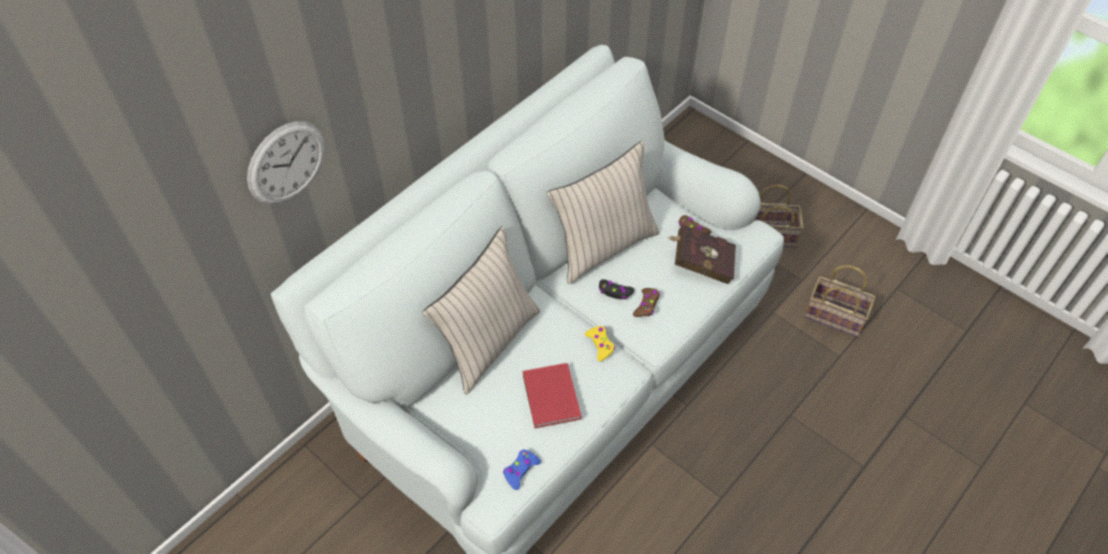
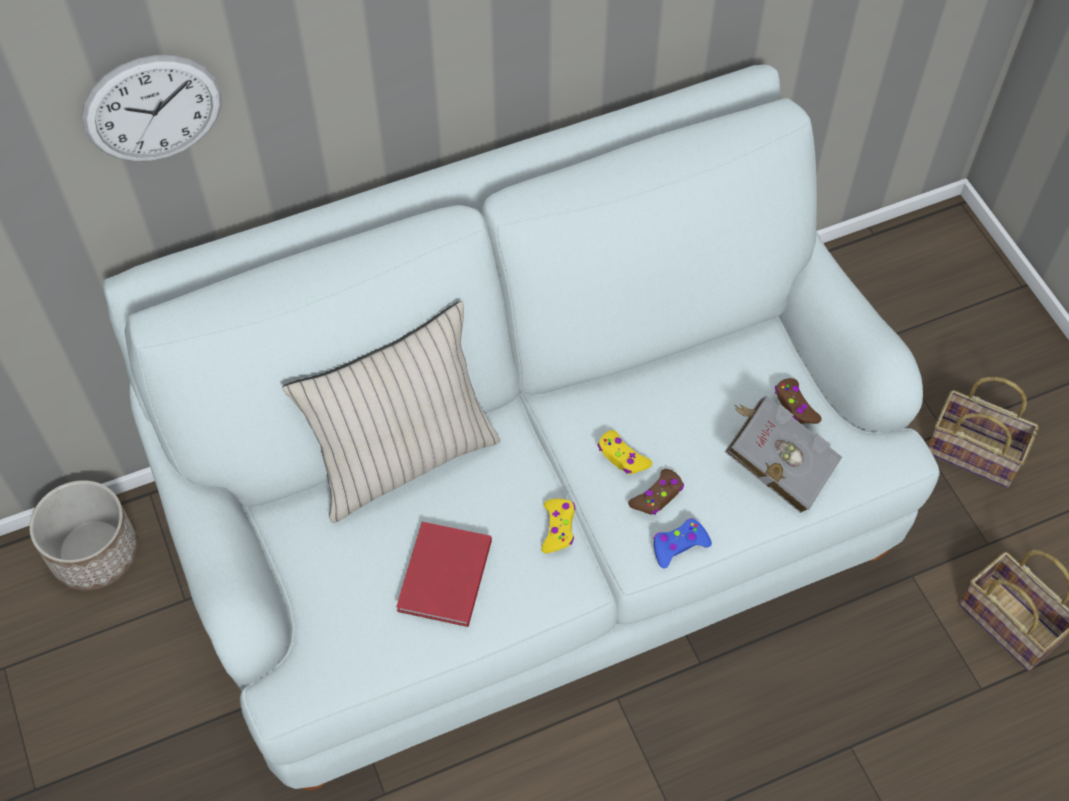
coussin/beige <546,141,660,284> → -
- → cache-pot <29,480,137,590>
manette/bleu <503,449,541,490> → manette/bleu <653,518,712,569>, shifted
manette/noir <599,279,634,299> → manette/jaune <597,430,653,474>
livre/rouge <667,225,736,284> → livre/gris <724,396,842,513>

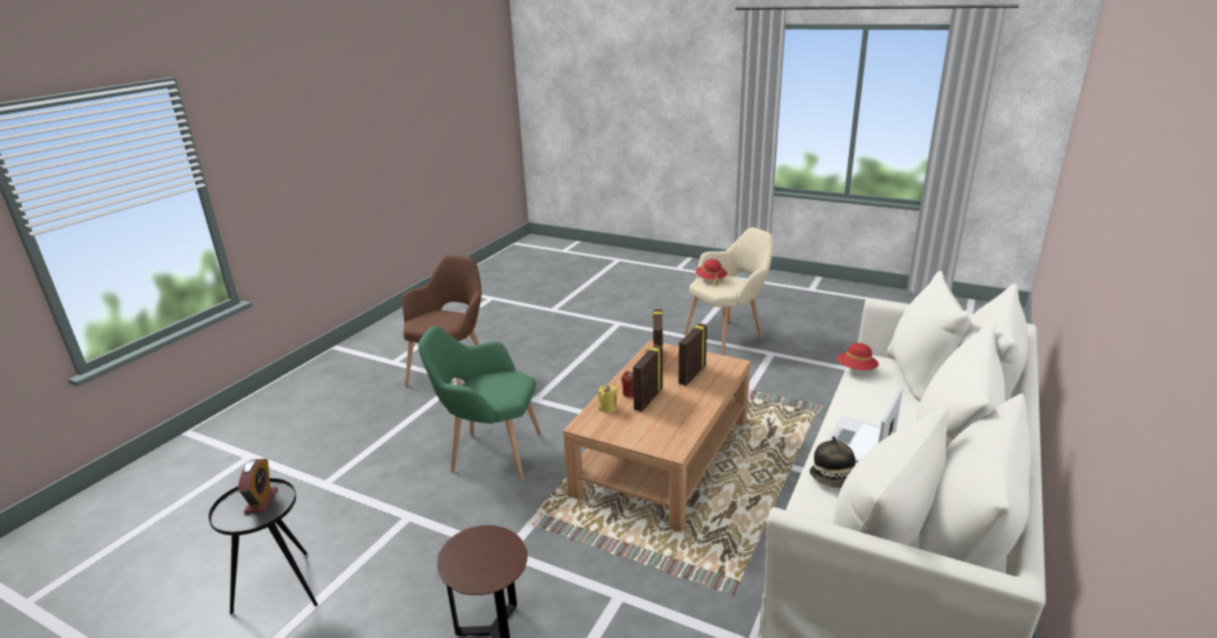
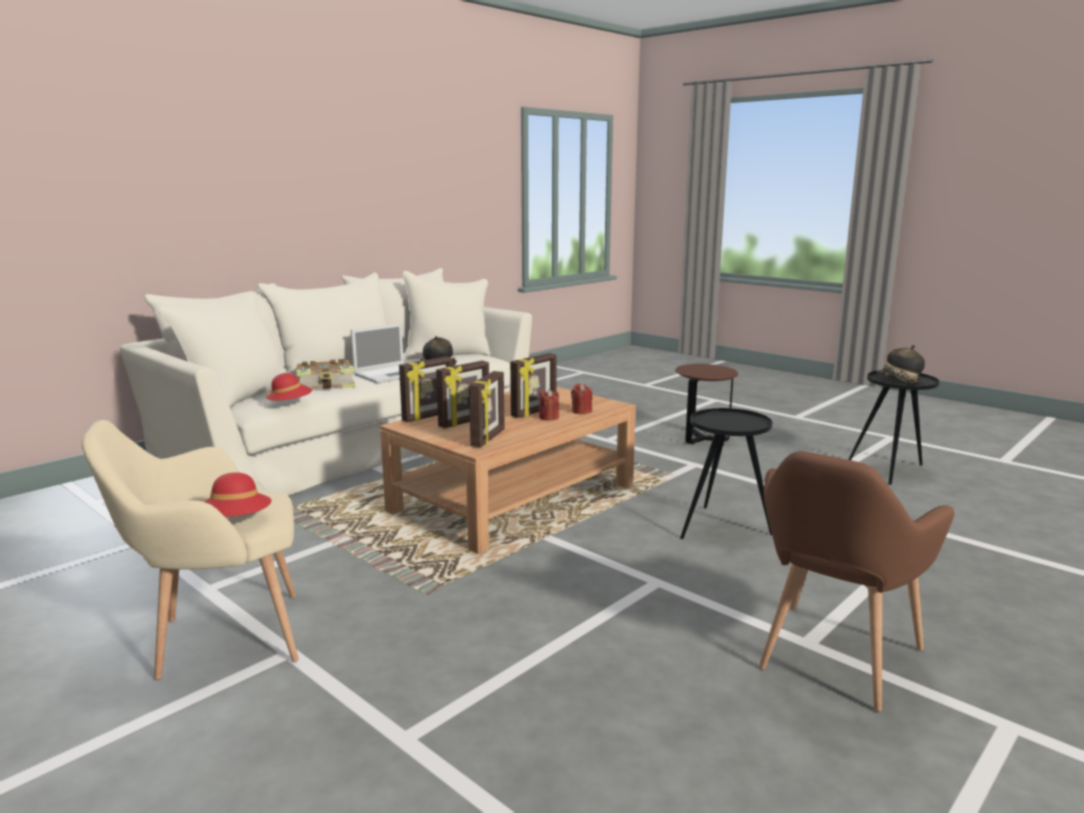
- → livre <296,359,355,391>
- → cadre photo <399,356,453,422>
réveil <238,459,278,513> → chapeau <876,345,925,384>
fauteuil/vert <418,326,541,480> → table d'appoint/noir <680,408,772,539>
bougie/jaune <598,385,617,413> → bougie/rouge <571,384,592,414>

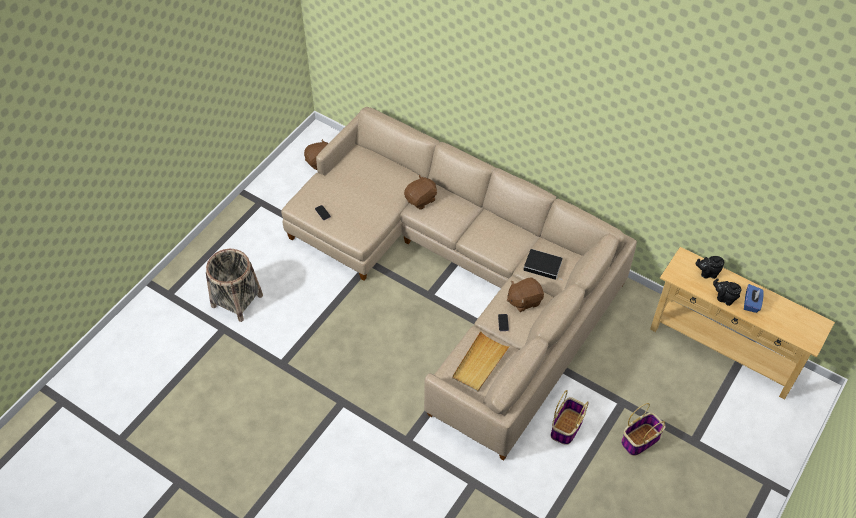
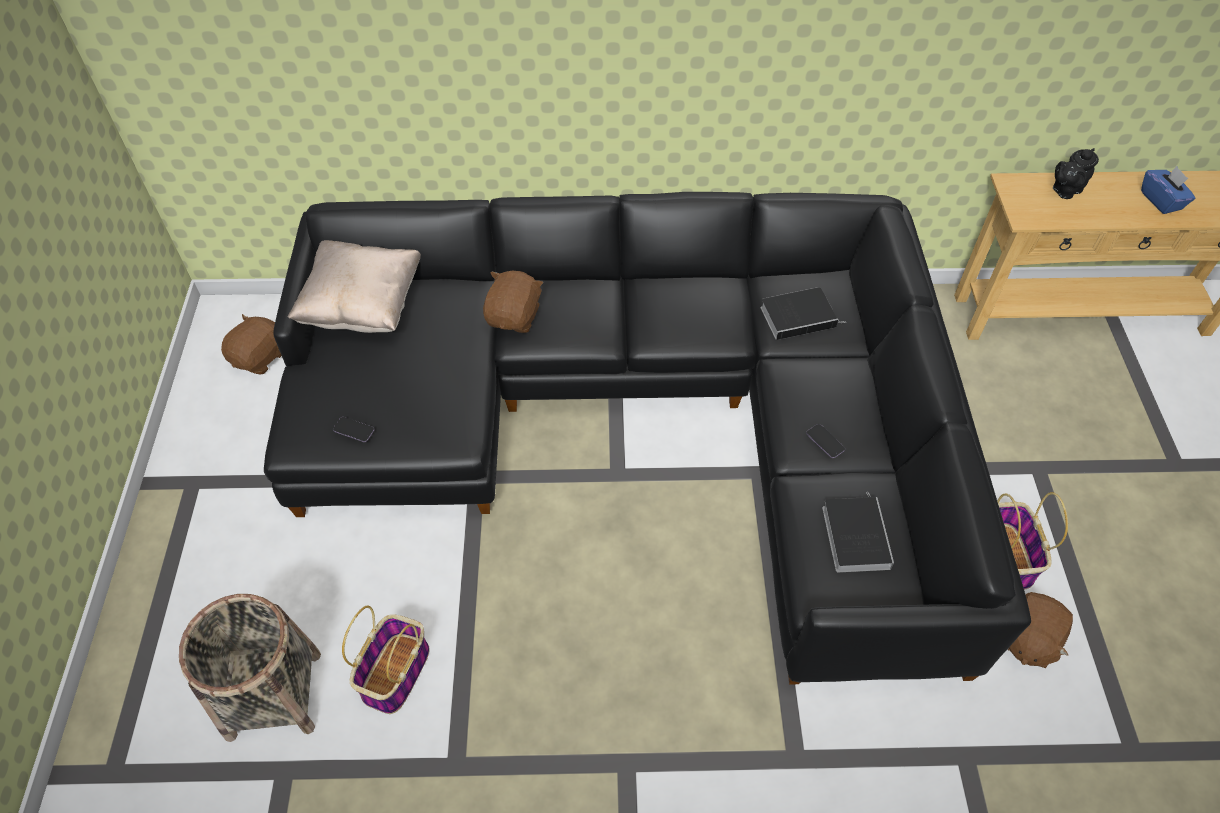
théière/noir <713,278,741,306> → -
- → coussin/beige <288,240,421,333>
peluche/marron <507,277,544,312> → peluche/marron <1008,592,1073,668>, shifted
panier <621,403,665,456> → panier <342,606,430,714>, shifted
plateau/beige <452,331,510,392> → livre <822,491,894,572>
canapé/beige <281,107,637,461> → canapé/noir <264,192,1031,684>

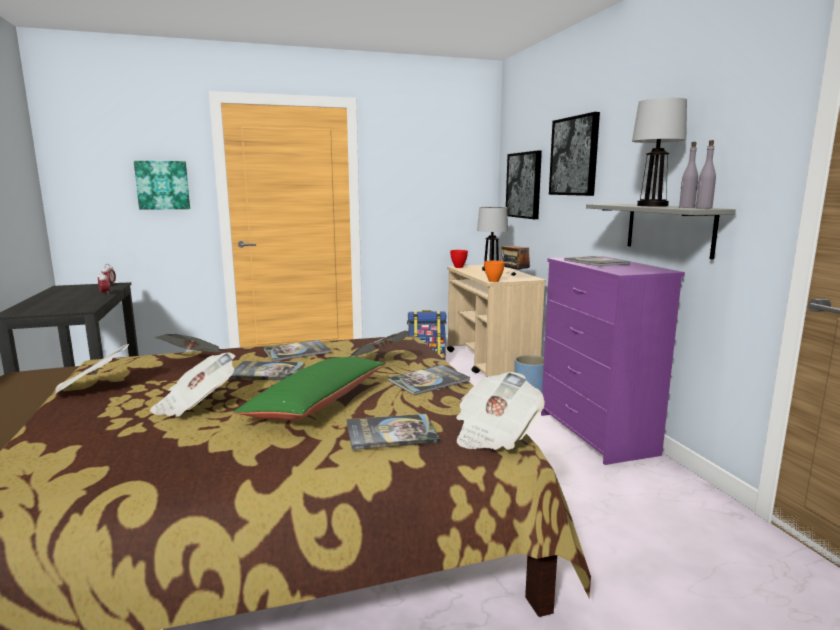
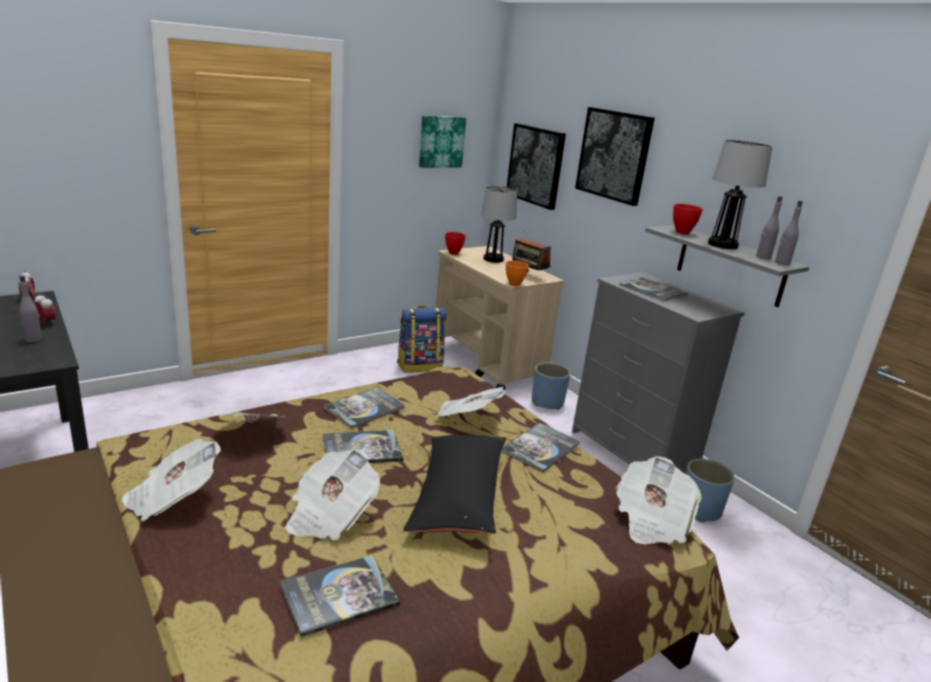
- → bouteille/gris <19,276,42,342>
- → bol/rouge <673,204,703,234>
- → cache-pot/bleu <686,459,735,522>
tableau <134,161,190,210> → tableau <419,116,466,168>, shifted
livre <347,414,440,450> → livre <280,555,400,637>, shifted
coussin/vert <233,357,386,420> → coussin/noir <403,435,507,534>
commode/violet <541,256,685,465> → commode/gris <572,272,745,474>

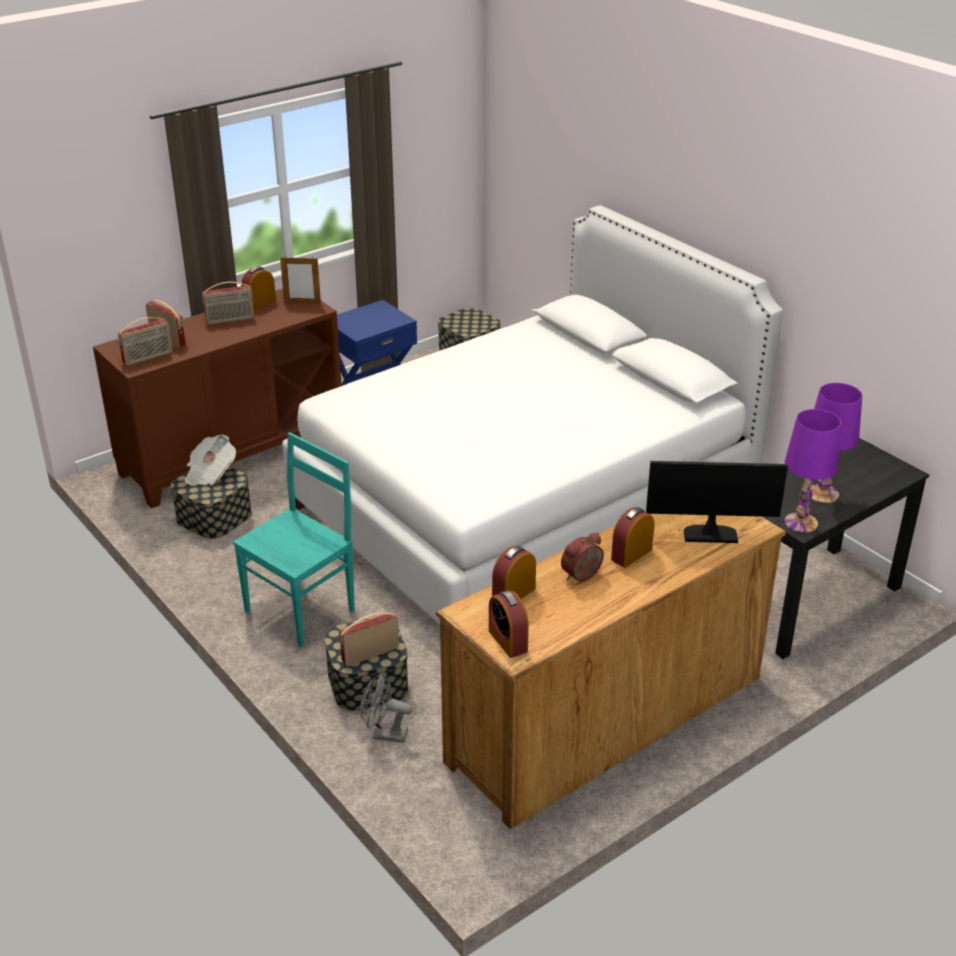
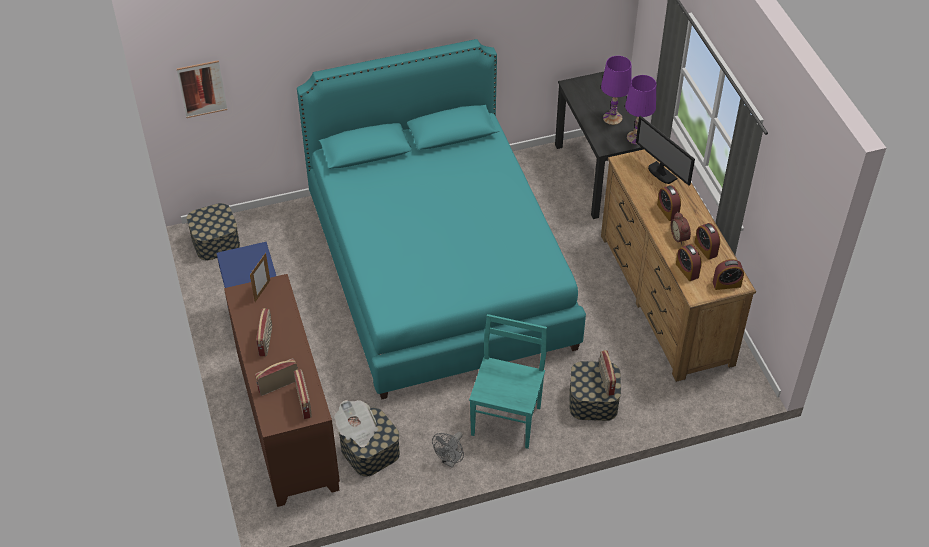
- → tableau <177,60,227,118>
réveil <241,266,276,310> → réveil <694,223,720,260>, shifted
ventilateur/gris <360,673,413,743> → ventilateur/gris <432,432,464,468>, shifted
lit/blanc <282,205,783,624> → lit/turquoise <297,39,586,400>
chaise/turquoise <233,432,355,647> → chaise/turquoise <469,314,547,449>, 45 degrees clockwise
écran d'ordinateur <646,461,788,543> → écran d'ordinateur <636,116,695,186>, 60 degrees counterclockwise

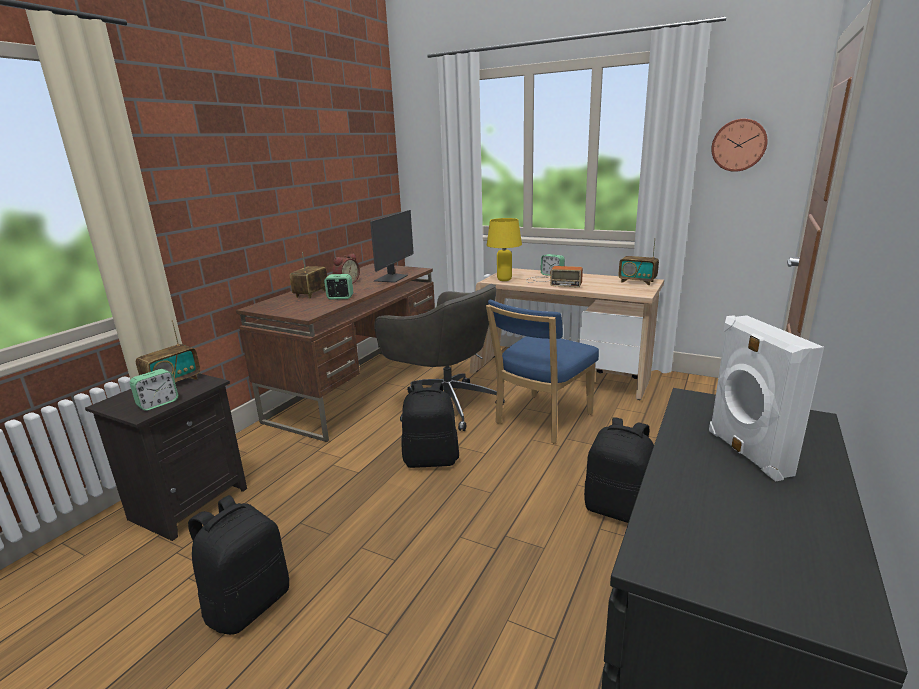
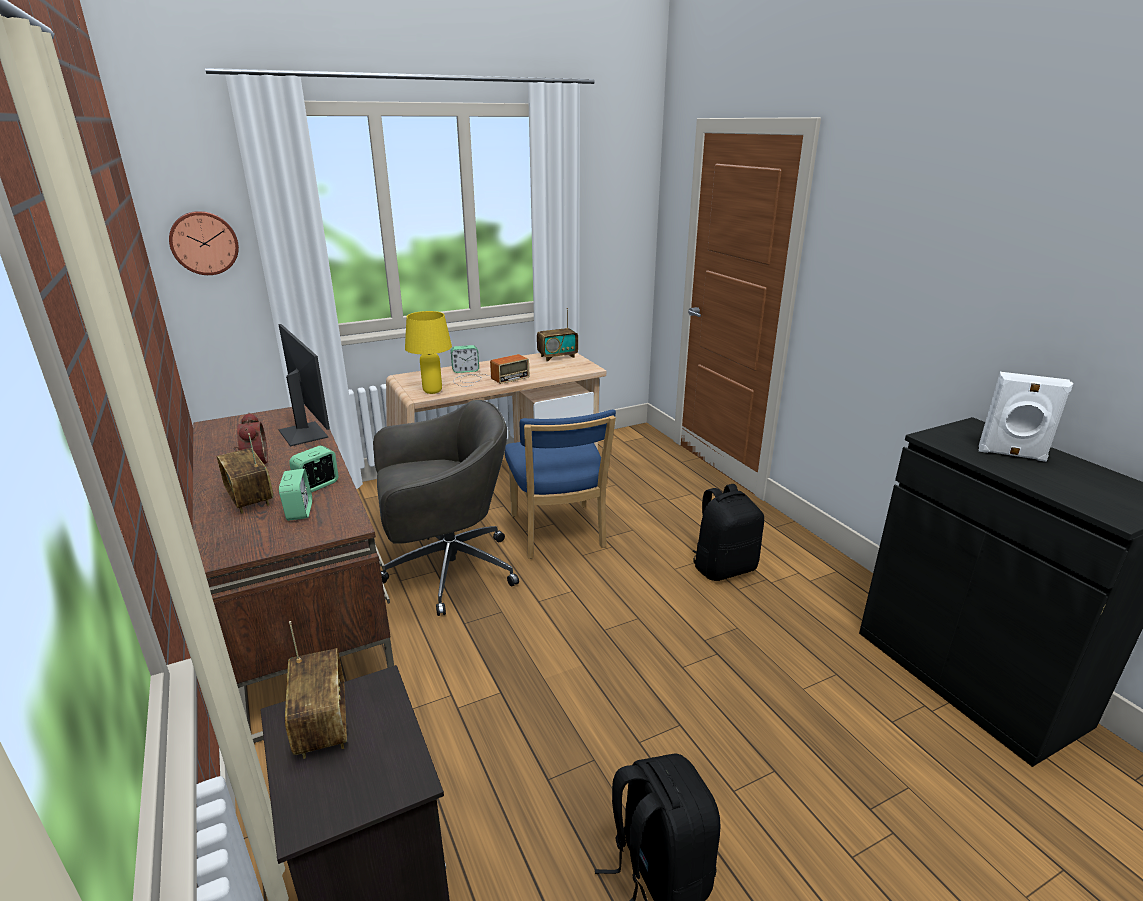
sac à dos/noir <401,383,459,468> → -
réveil <130,369,178,411> → réveil <279,469,312,521>, shifted
horloge murale <711,119,767,172> → horloge murale <169,211,239,275>, shifted

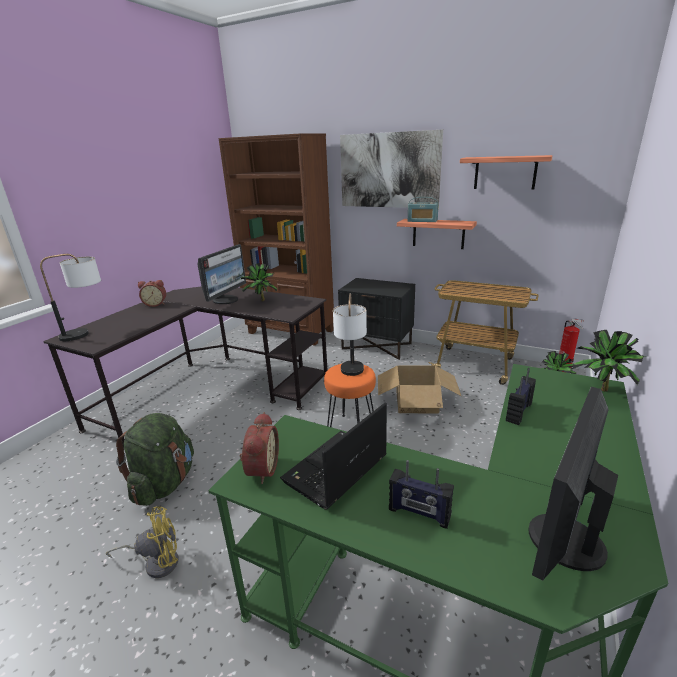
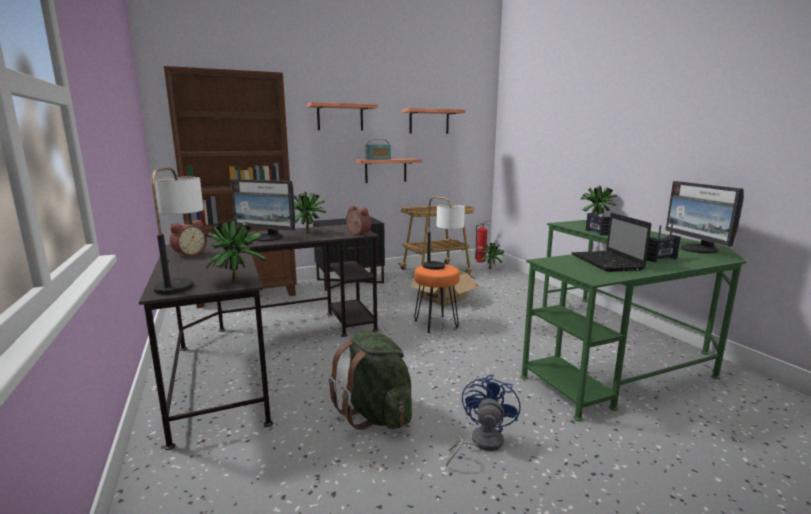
- → plante en pot <204,219,266,282>
réveil <240,412,279,484> → réveil <346,205,371,235>, shifted
tableau <340,130,443,208> → étagère <307,102,378,131>
ventilateur/jaune <106,506,179,578> → ventilateur/bleu <446,374,521,467>
écran d'ordinateur <198,244,246,304> → écran d'ordinateur <231,179,295,241>, 135 degrees clockwise

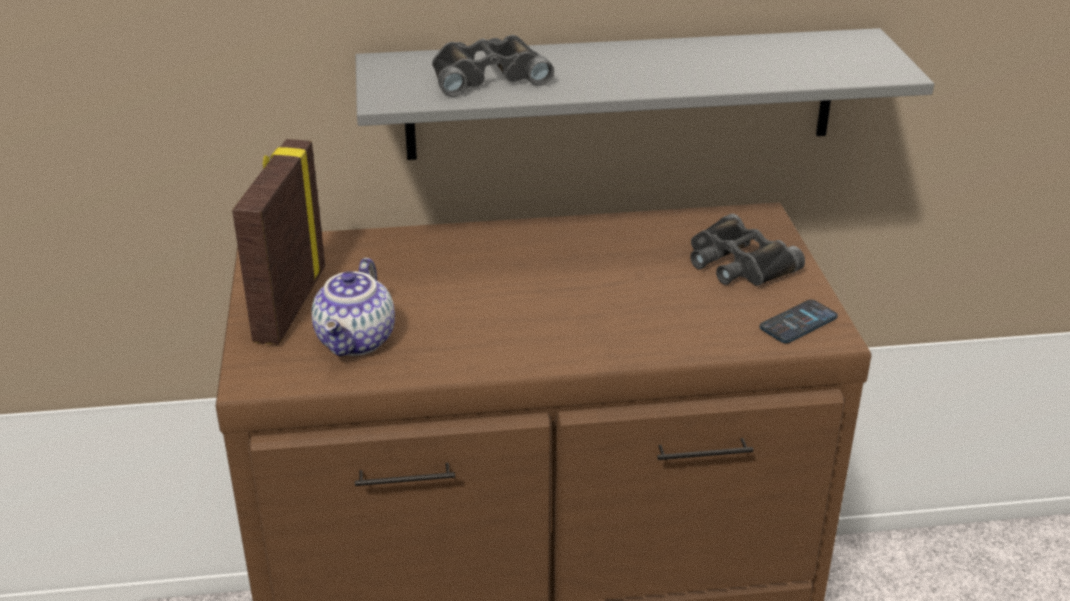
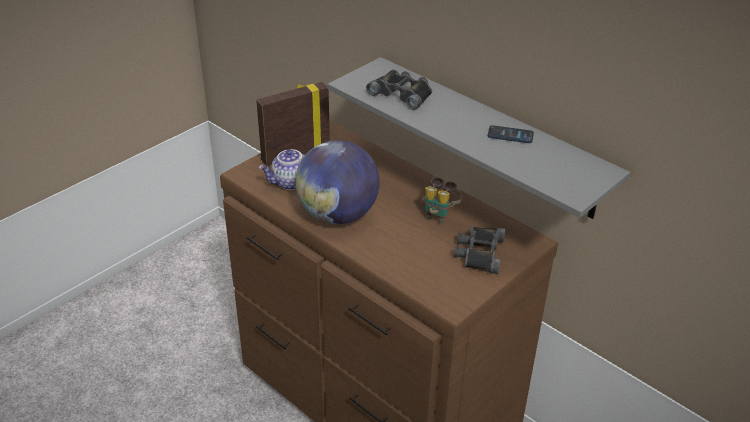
- → globe <295,140,380,224>
- → jumelles <424,177,462,224>
téléphone <760,300,838,343> → téléphone <488,125,534,143>, shifted

